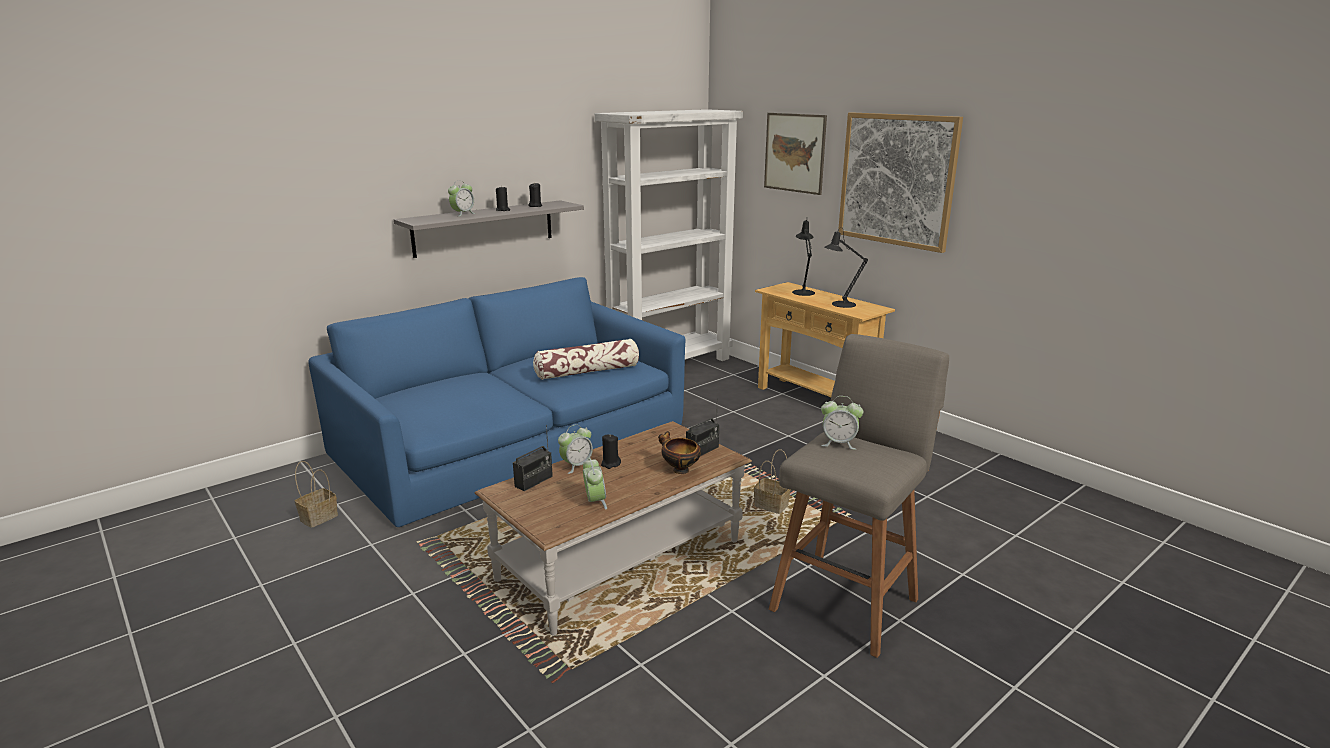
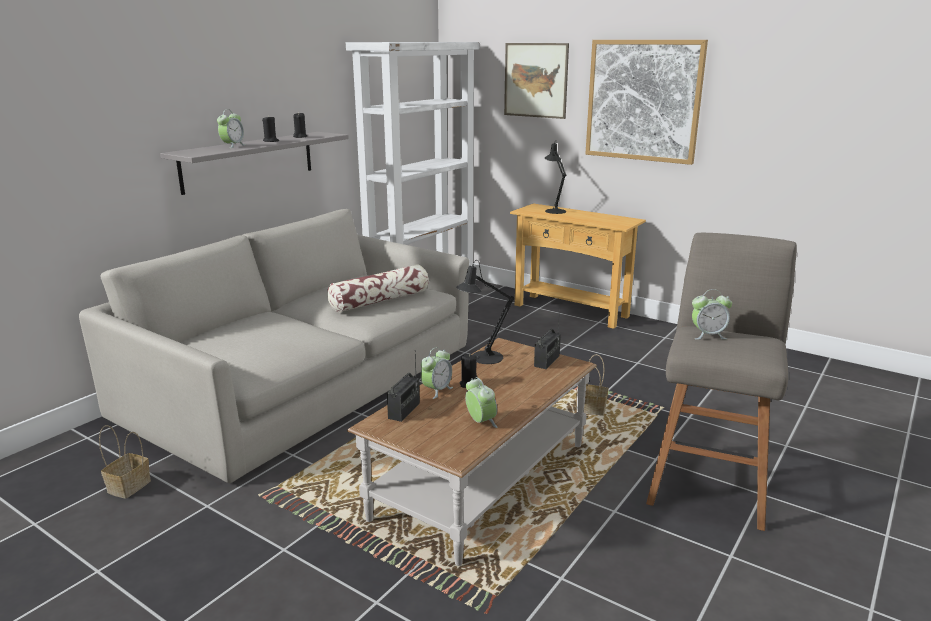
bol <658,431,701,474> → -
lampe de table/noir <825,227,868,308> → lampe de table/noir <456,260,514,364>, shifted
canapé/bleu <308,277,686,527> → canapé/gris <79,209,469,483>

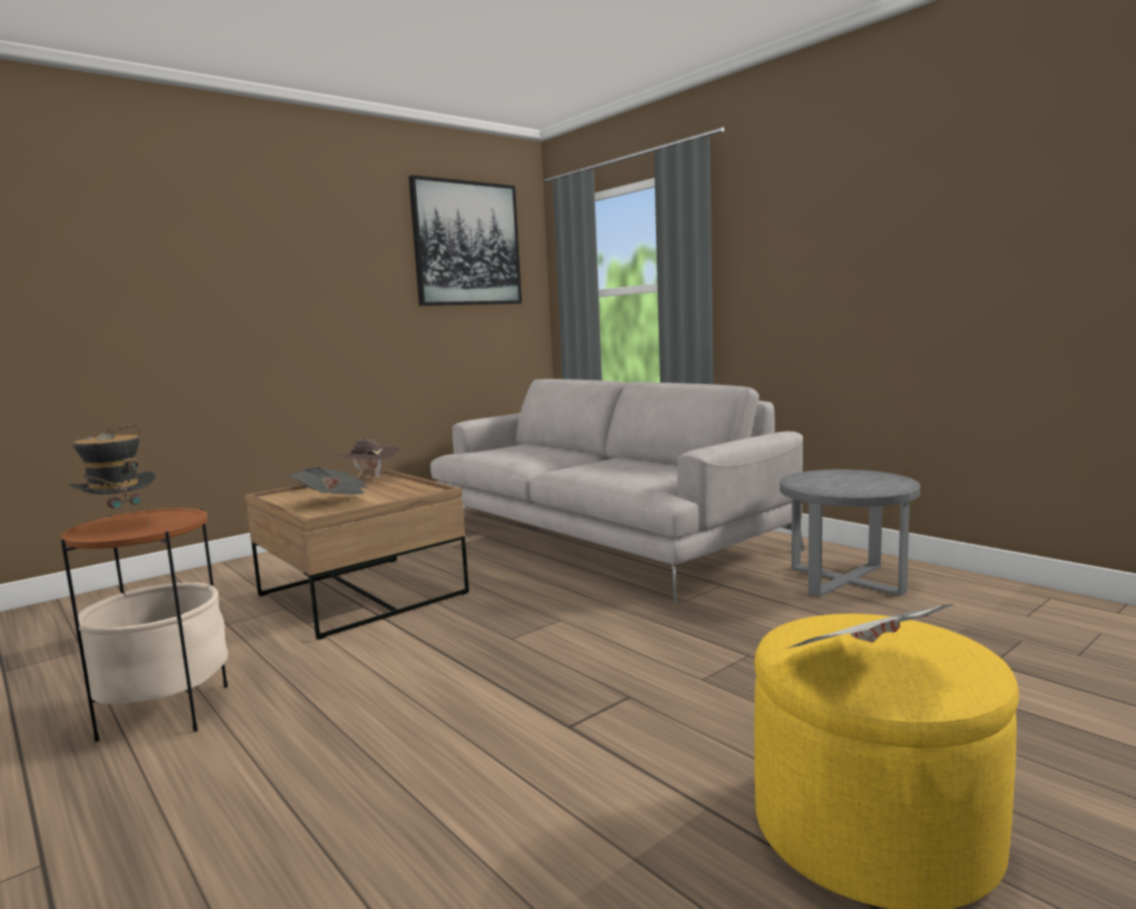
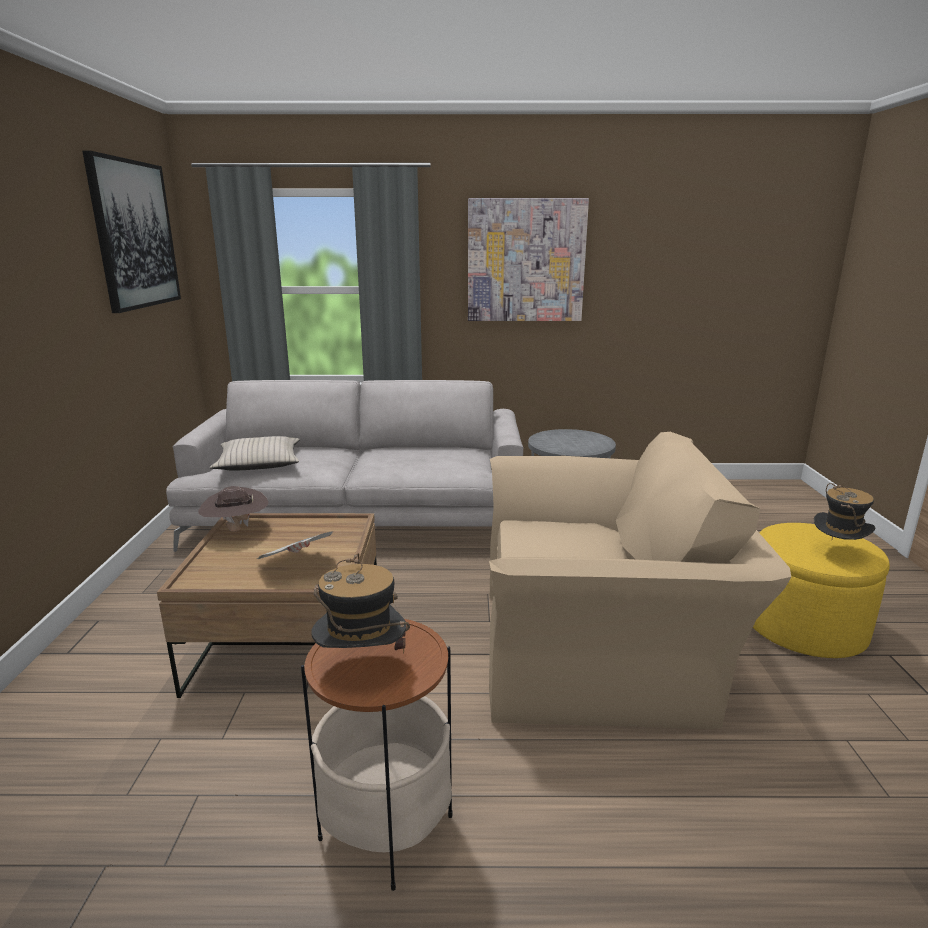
- → coussin/beige <210,436,300,471>
- → tableau <468,198,589,321>
- → fauteuil/beige <489,432,791,729>
journal <784,604,954,649> → chapeau <814,483,875,540>

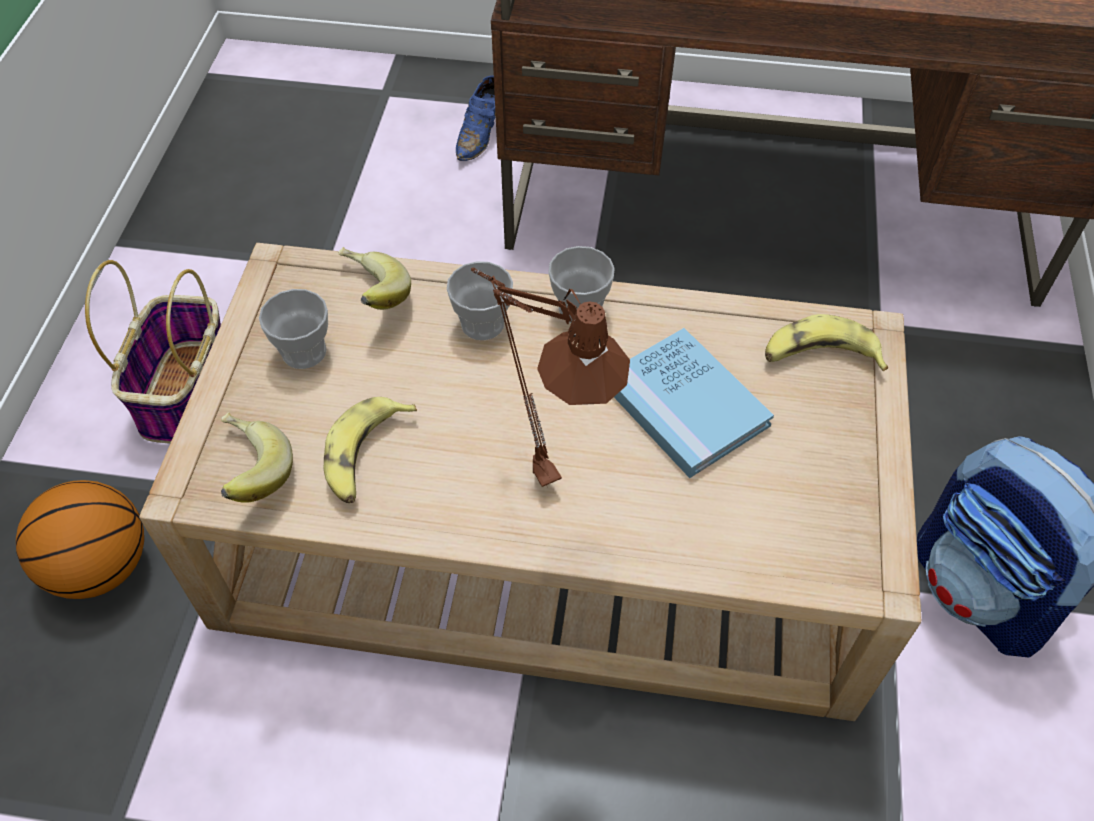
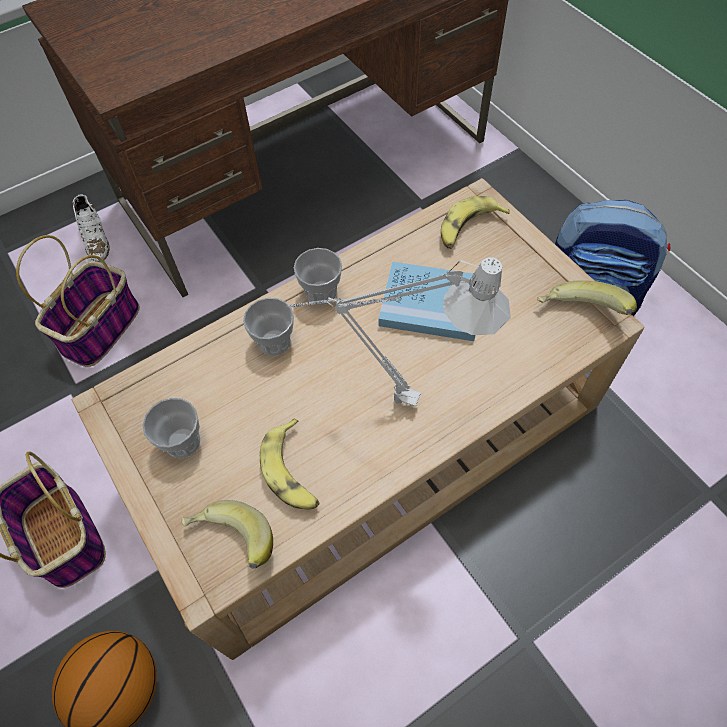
- → panier <16,235,140,367>
banane <338,247,411,310> → banane <537,281,637,315>, shifted
chaussure/bleu <456,76,496,161> → chaussure/blanc <73,194,110,263>
lampe de table/marron <471,267,630,487> → lampe de table/gris <287,257,511,407>

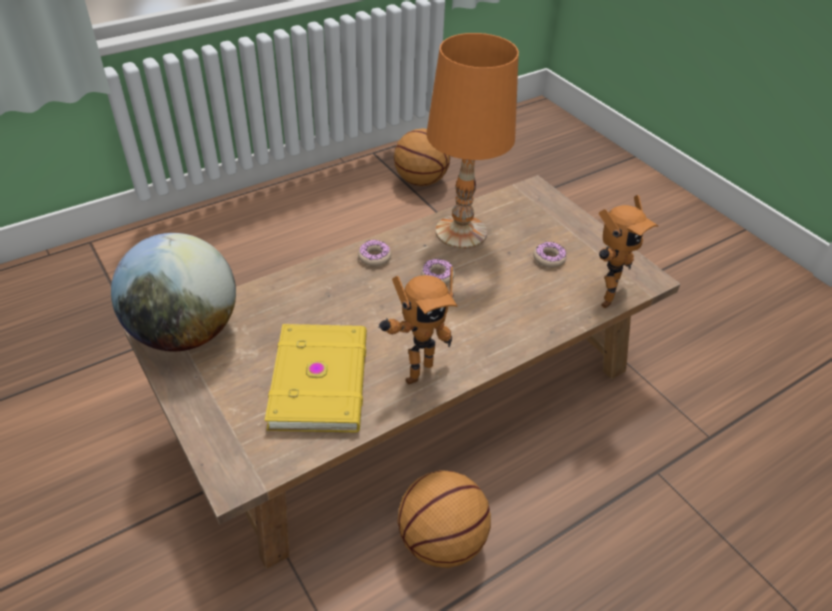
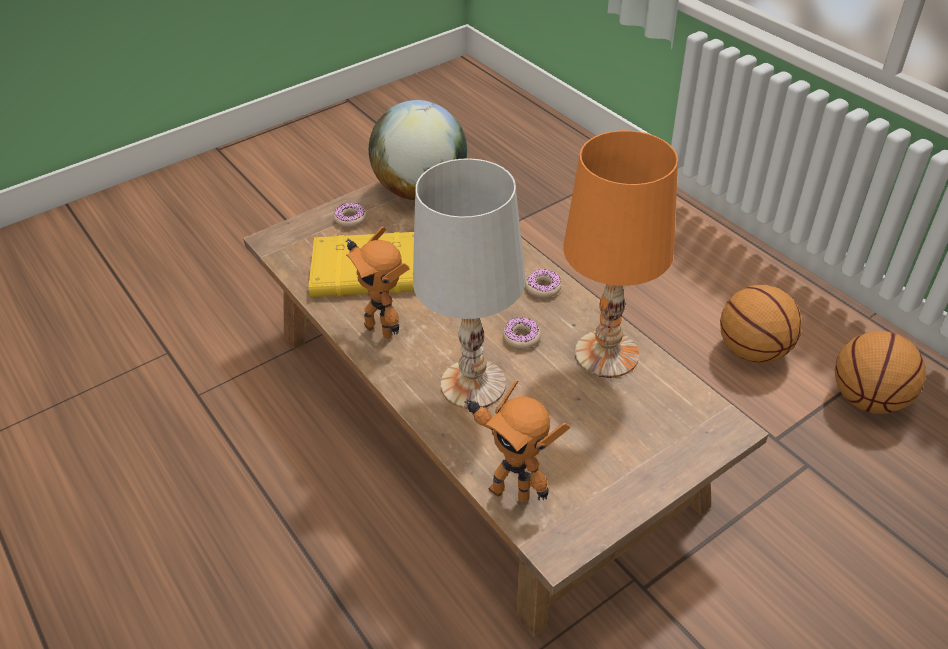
- → lampe de table/blanc <413,158,526,409>
ballon de basket <397,470,491,568> → ballon de basket <720,285,802,363>, shifted
beignet <533,242,566,268> → beignet <334,203,367,227>, shifted

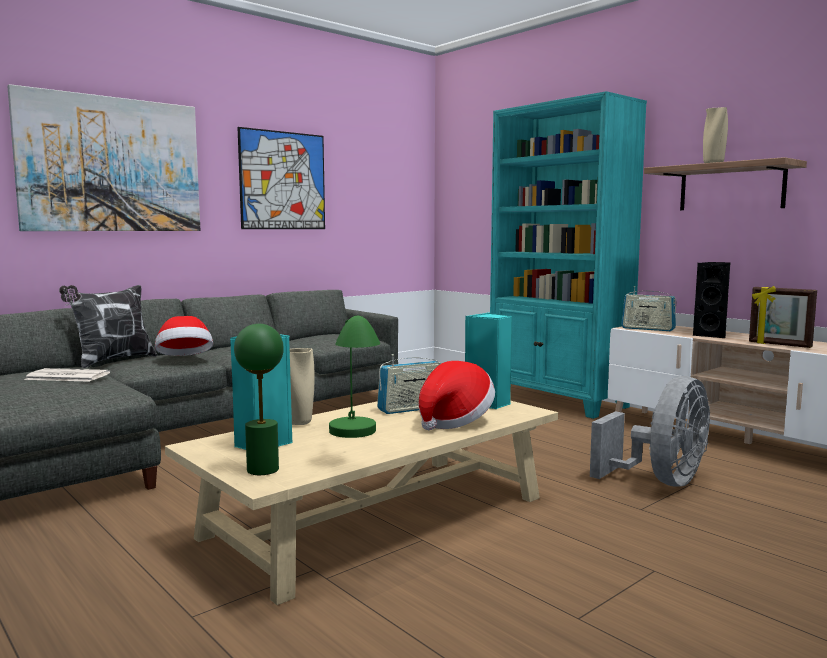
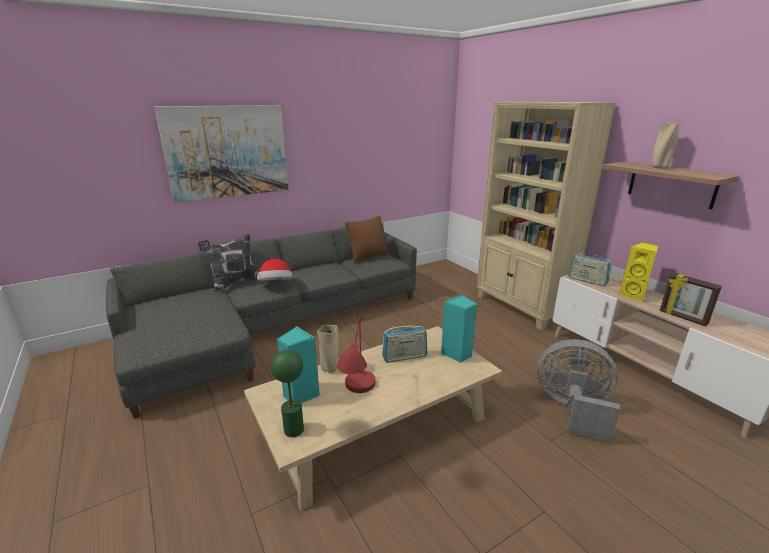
journal <24,368,110,382> → -
tableau <237,127,325,229> → -
chapeau <418,361,495,430> → -
- → coussin/marron <345,216,388,263>
lampe de table/vert <329,315,380,438> → lampe de table/rouge <337,317,375,393>
bibliothèque/turquoise <490,91,647,419> → bibliothèque/beige <477,102,616,331>
enceinte/noir <693,262,730,338> → enceinte/jaune <619,242,658,302>
ventilateur/gris <590,376,710,487> → ventilateur/gris <537,339,620,443>, 120 degrees counterclockwise

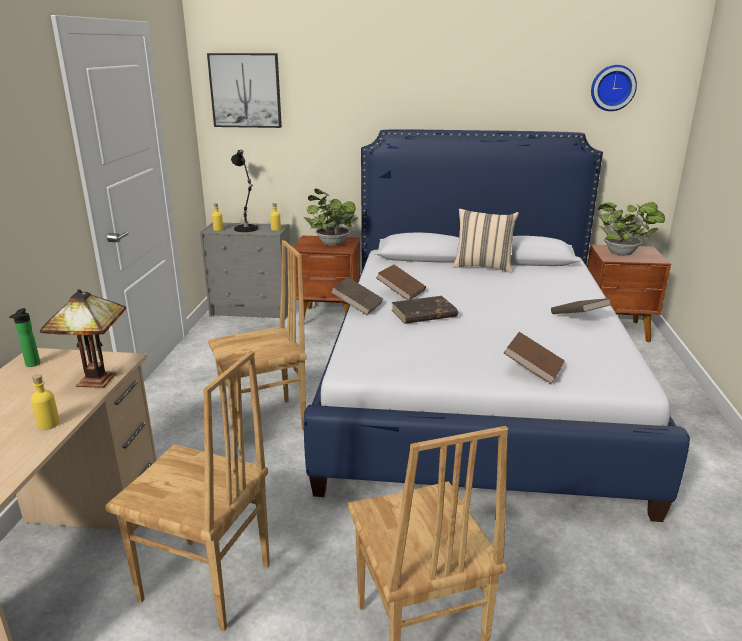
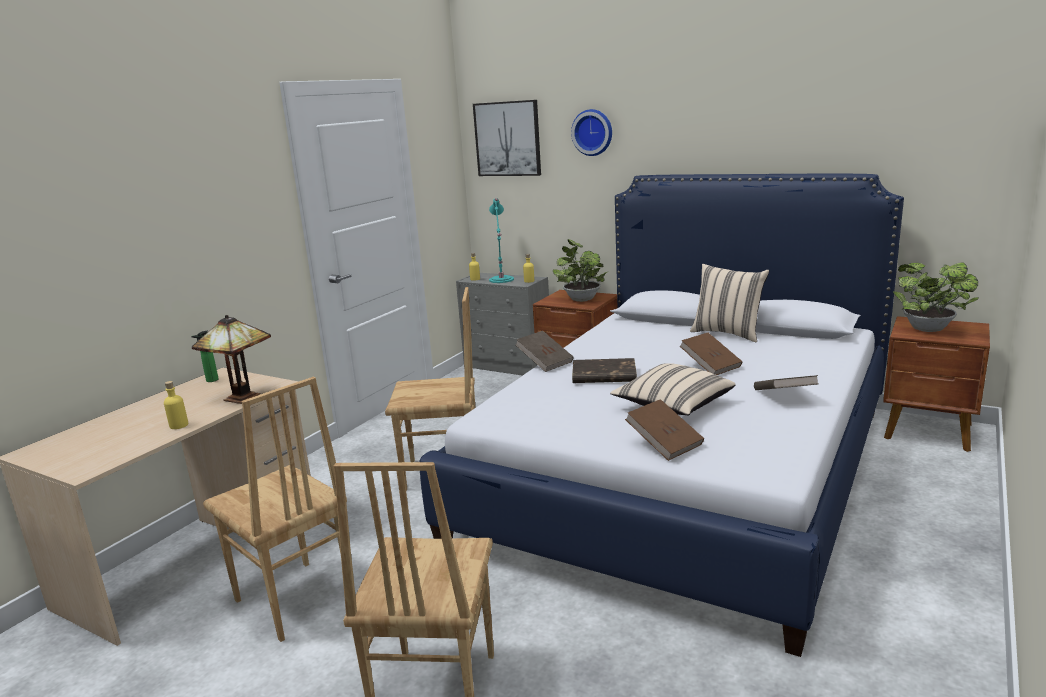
- → coussin/beige <610,363,735,415>
livre/marron <376,265,426,300> → livre/marron <680,333,742,375>, shifted
horloge murale <591,65,637,111> → horloge murale <571,109,612,156>, shifted
lampe de table/noir <231,150,258,232> → lampe de table/turquoise <489,198,514,283>

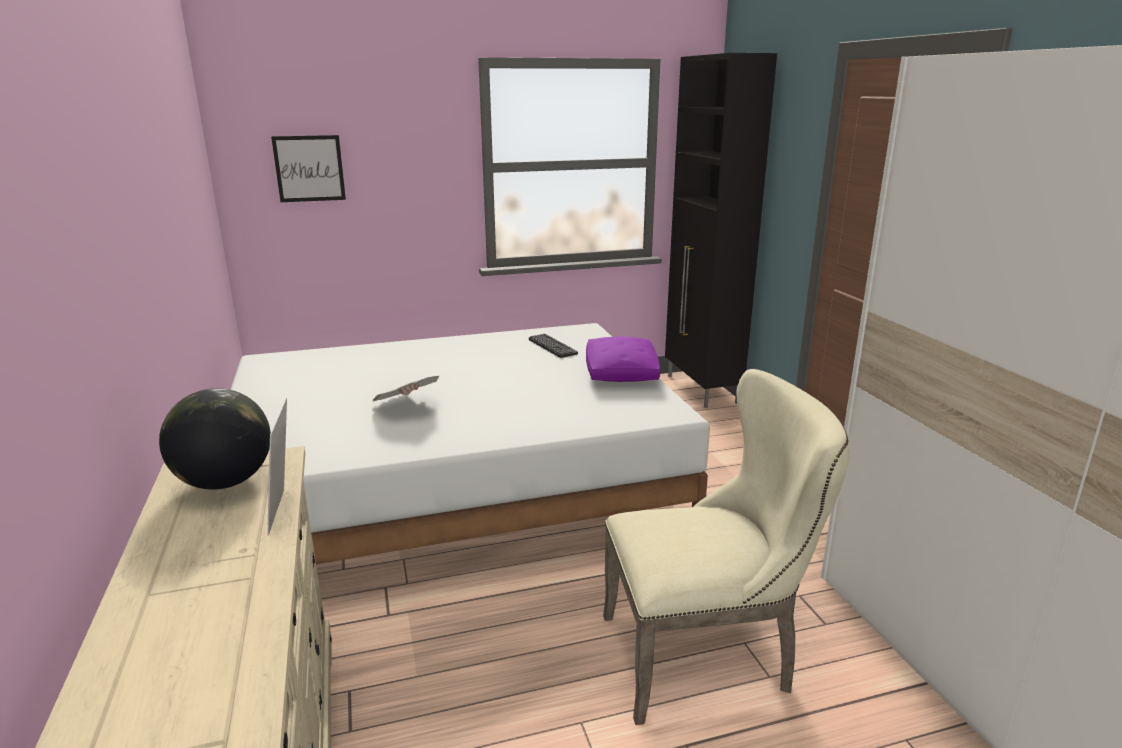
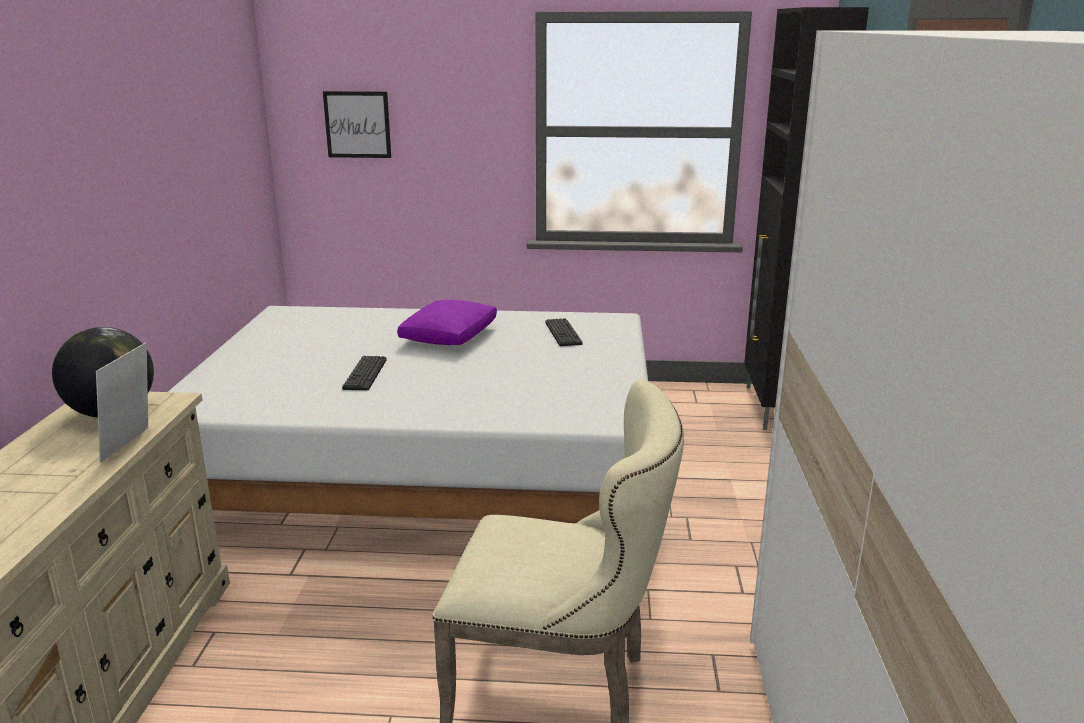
coussin/violet <586,336,660,382> → coussin/violet <397,300,497,345>, shifted
journal <372,376,439,402> → clavier <342,356,387,390>

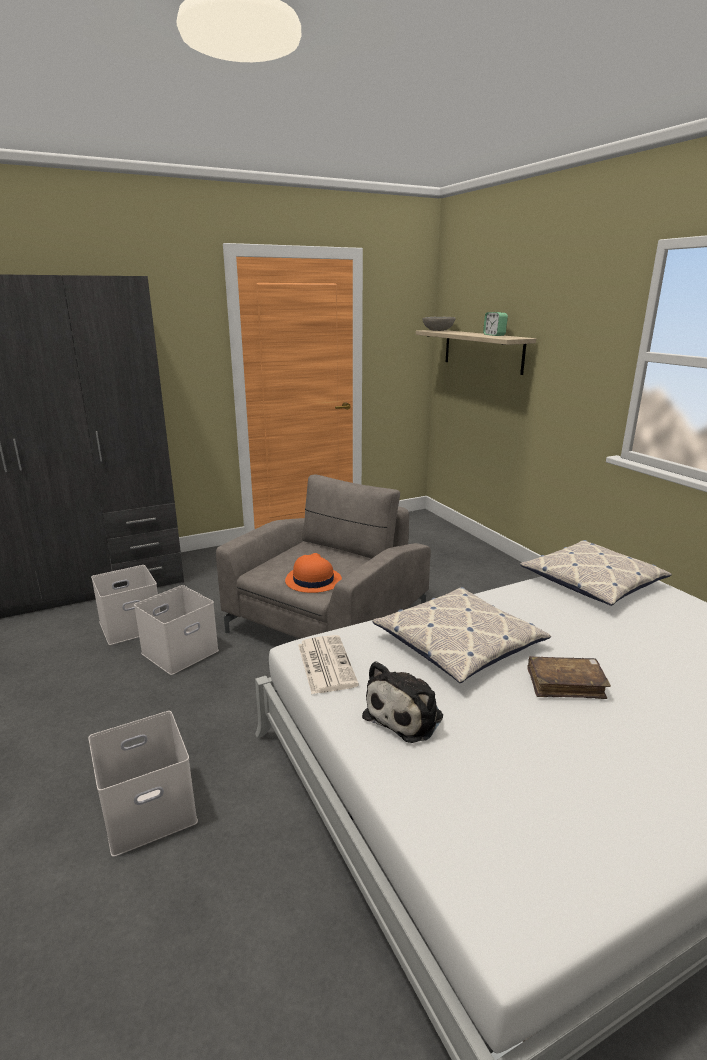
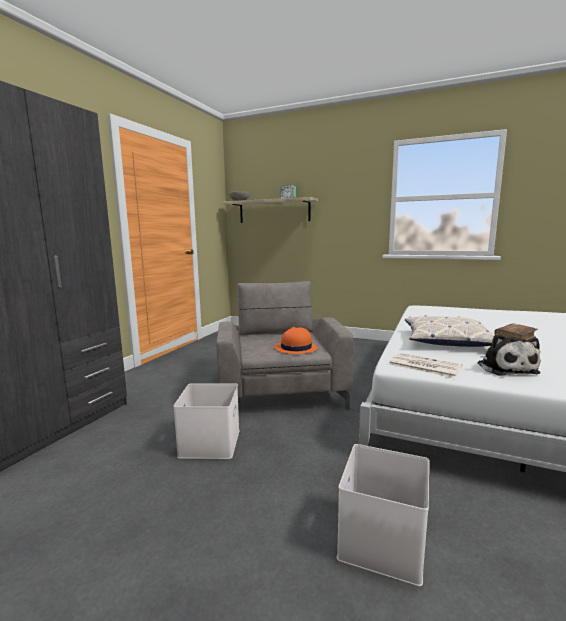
boîte de rangement/blanc <91,565,160,645> → -
coussin <520,540,672,606> → -

